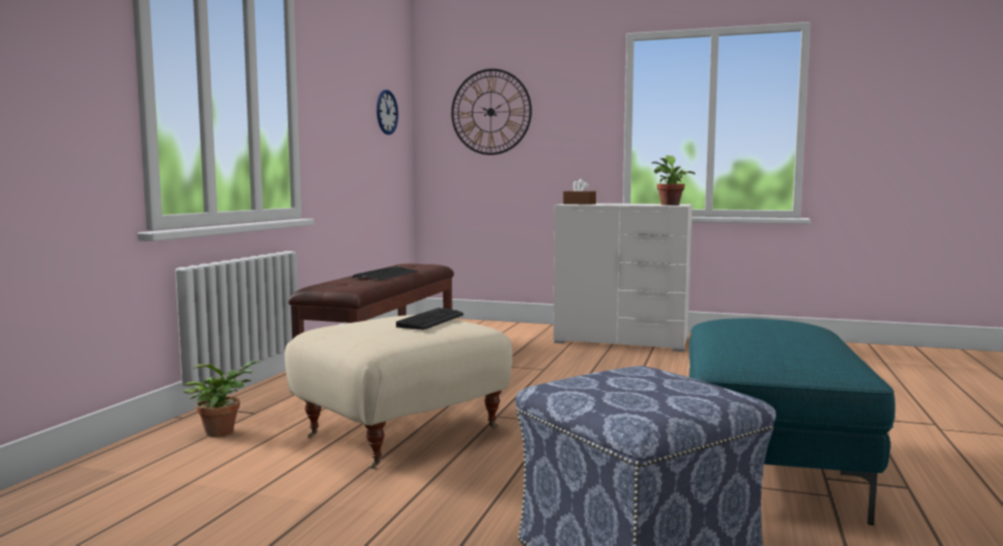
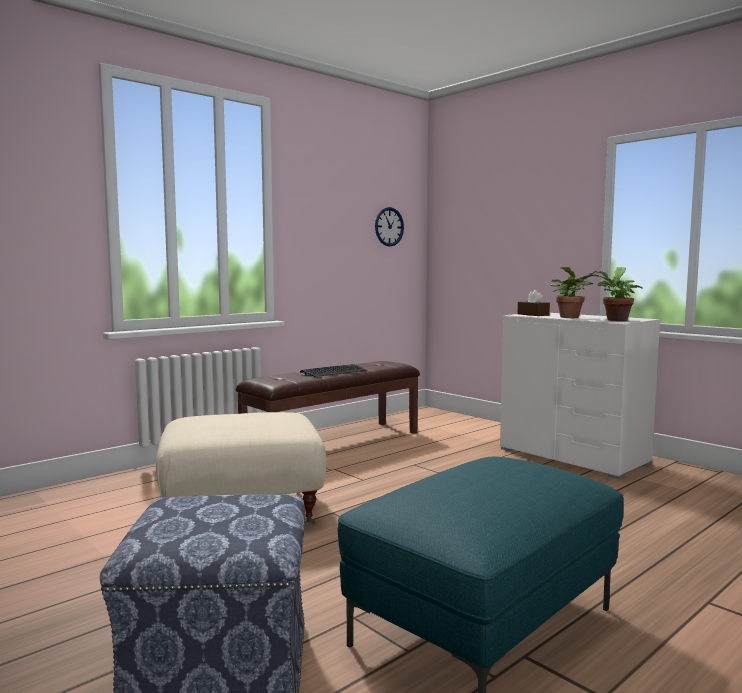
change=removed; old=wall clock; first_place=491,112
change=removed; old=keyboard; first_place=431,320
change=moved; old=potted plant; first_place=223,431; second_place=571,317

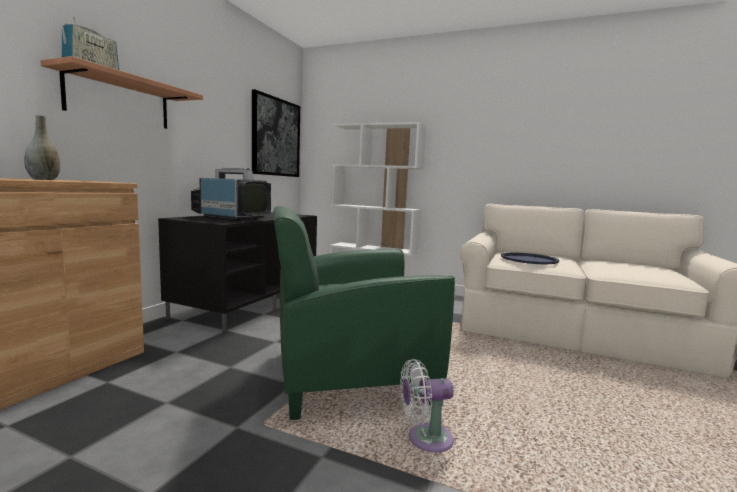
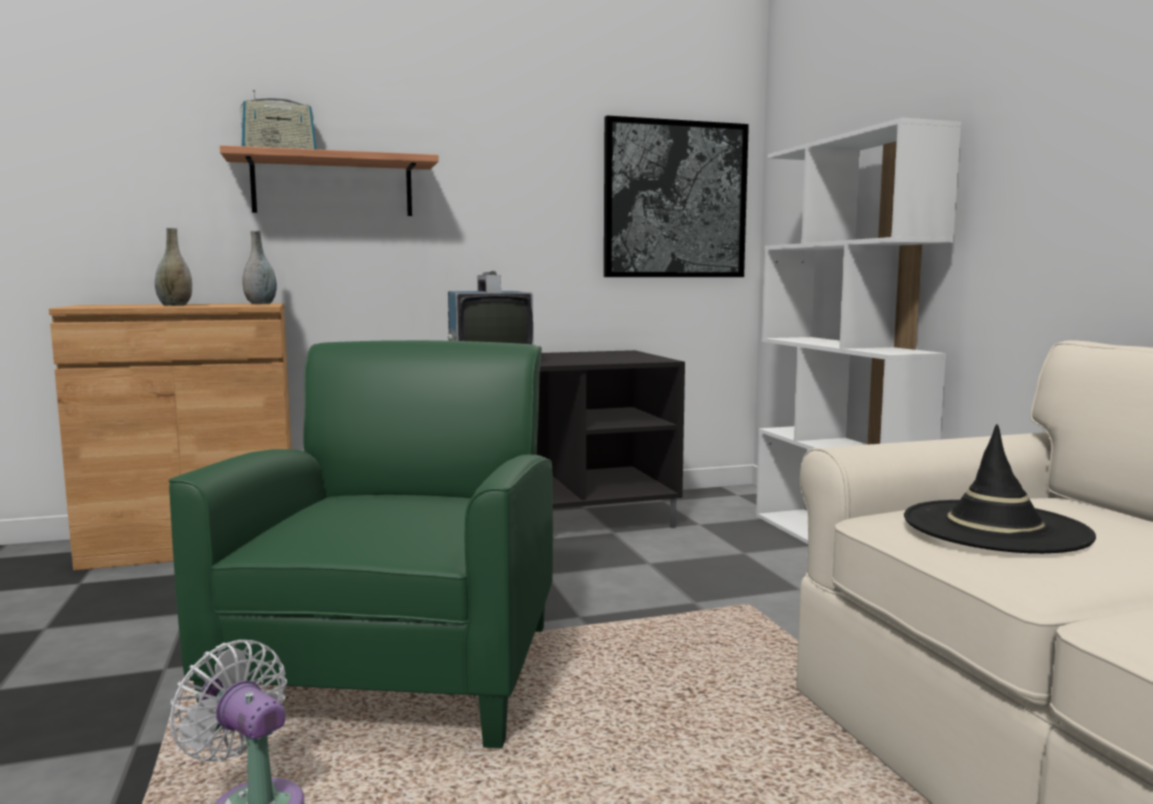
change=turned; old=green armchair; first_place=348,375; second_place=398,671; degrees=60
change=replaced; old=blue tray; new=black hat; first_place=529,259; second_place=995,527
change=added; new=grey vase; second_place=260,304

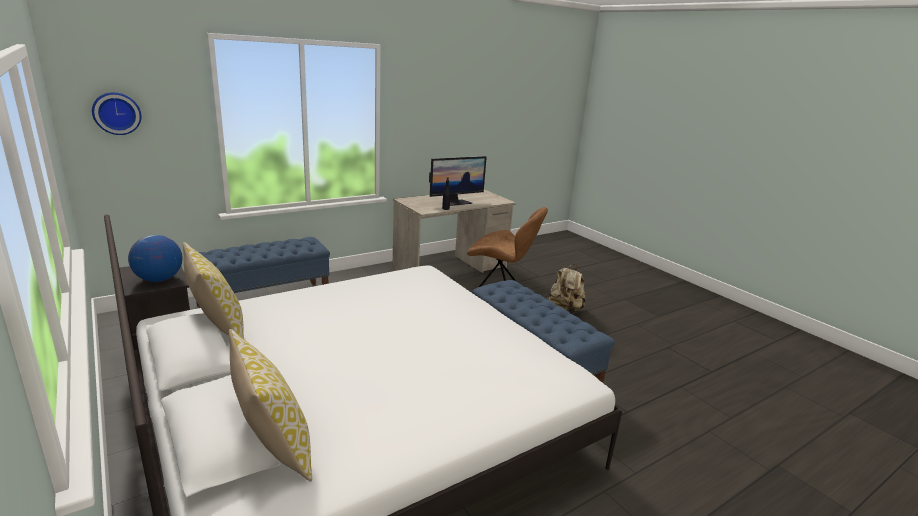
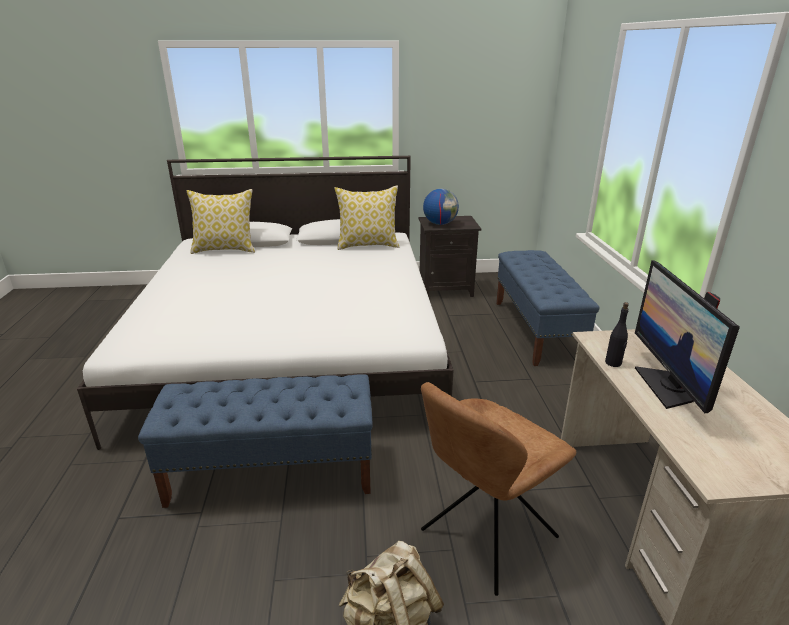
change=removed; old=wall clock; first_place=116,113

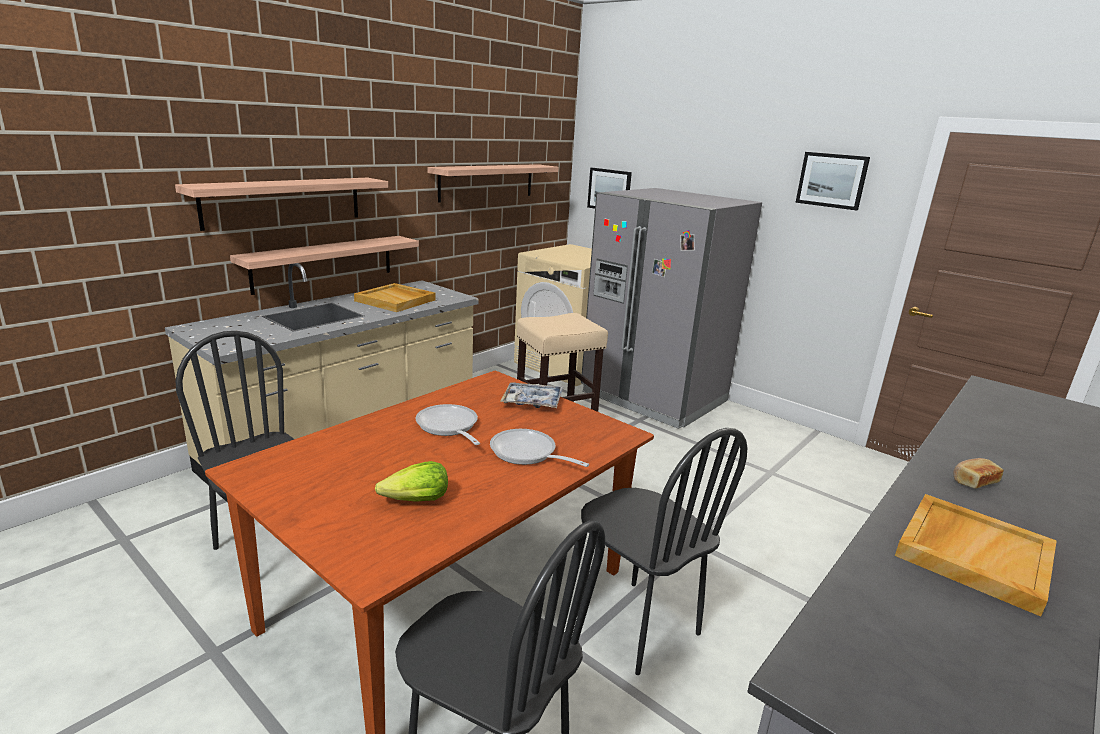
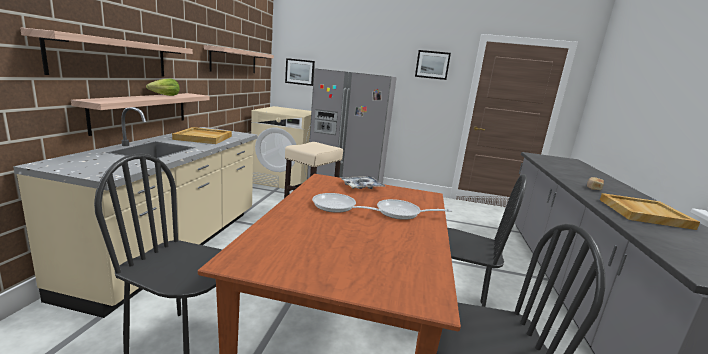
change=moved; old=lettuce; first_place=416,500; second_place=165,95

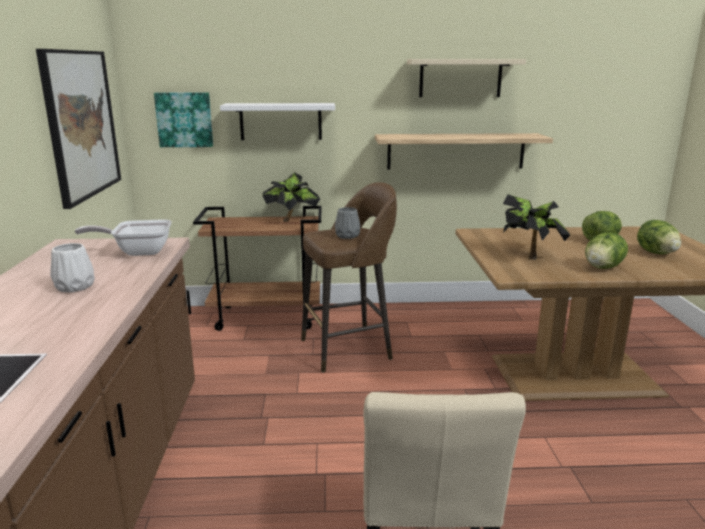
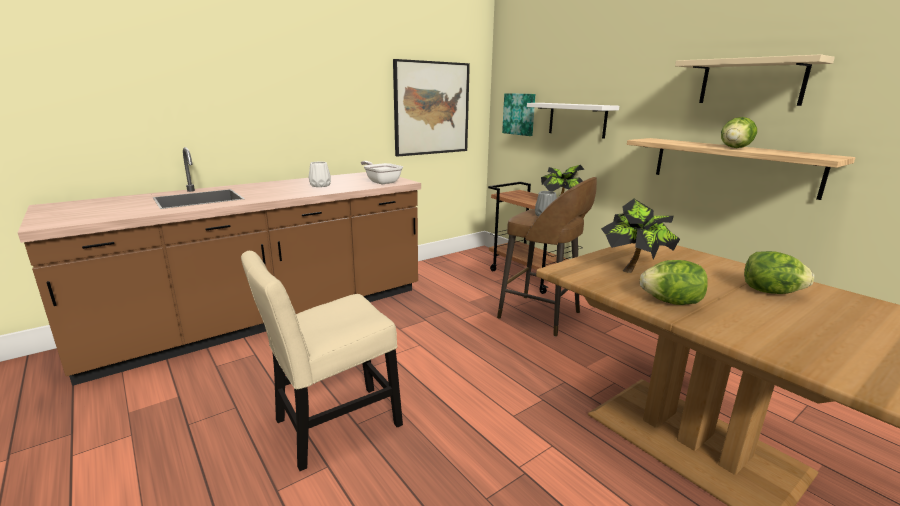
change=moved; old=lettuce; first_place=656,253; second_place=735,148

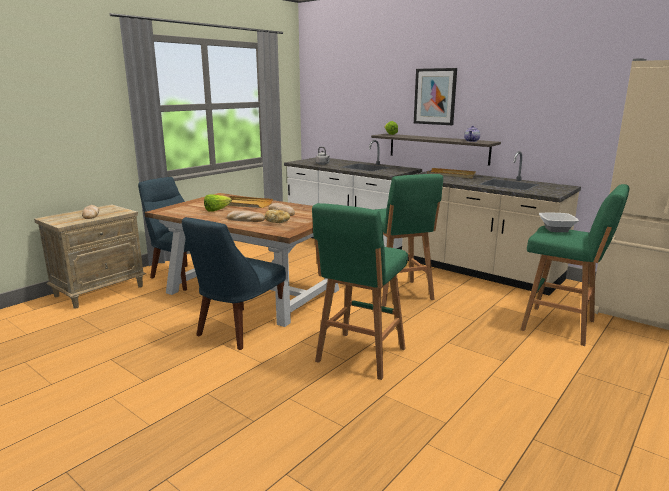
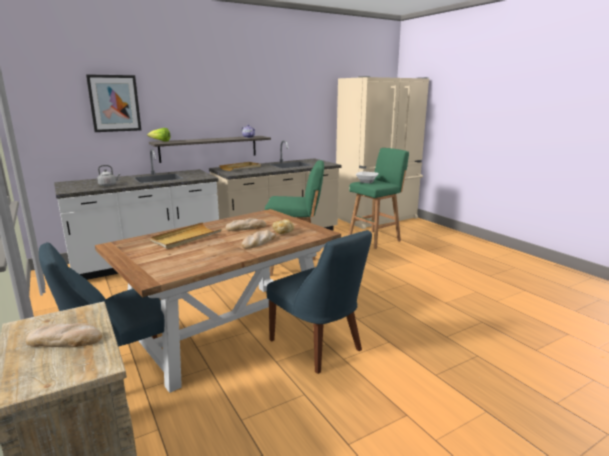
change=moved; old=picture; first_place=435,96; second_place=114,103
change=removed; old=lettuce; first_place=217,210
change=removed; old=green stool; first_place=359,356

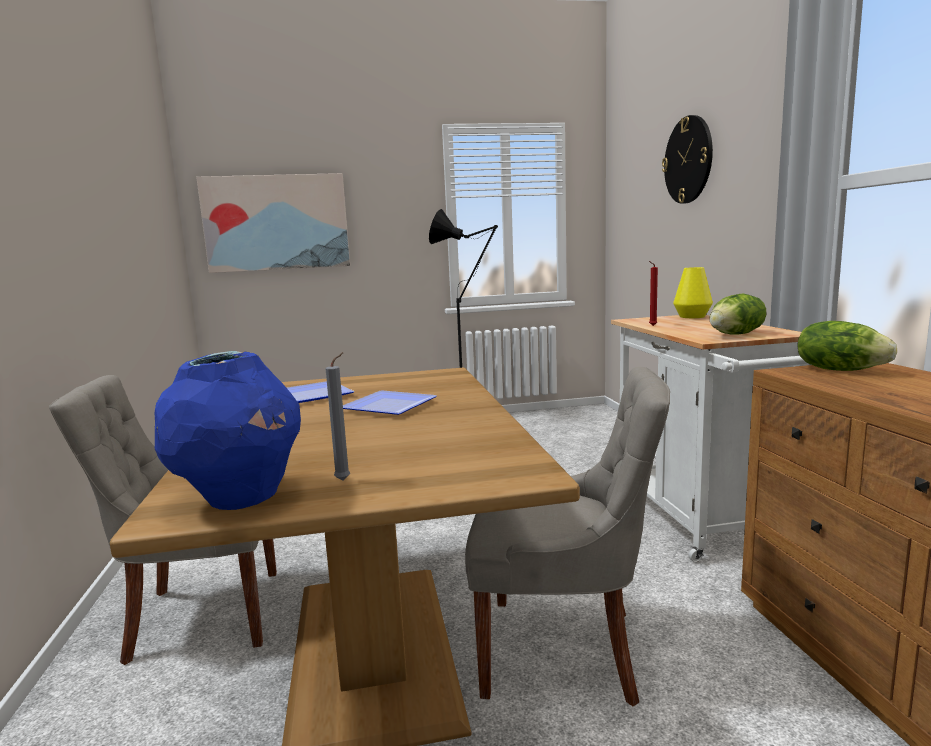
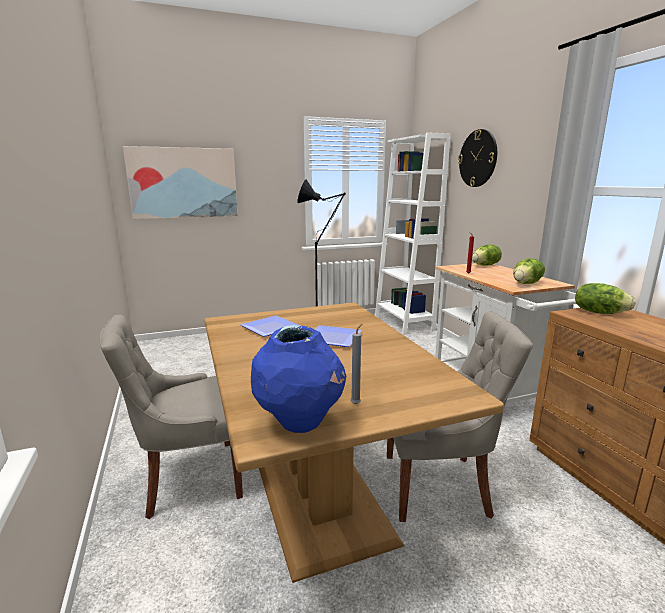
change=replaced; old=yellow vase; new=lettuce; first_place=692,317; second_place=485,265
change=added; new=white bookcase; second_place=403,323

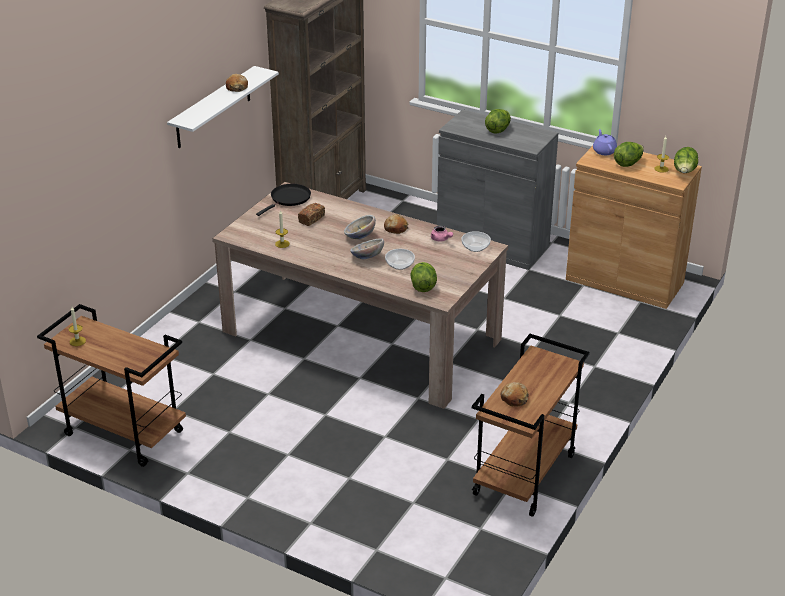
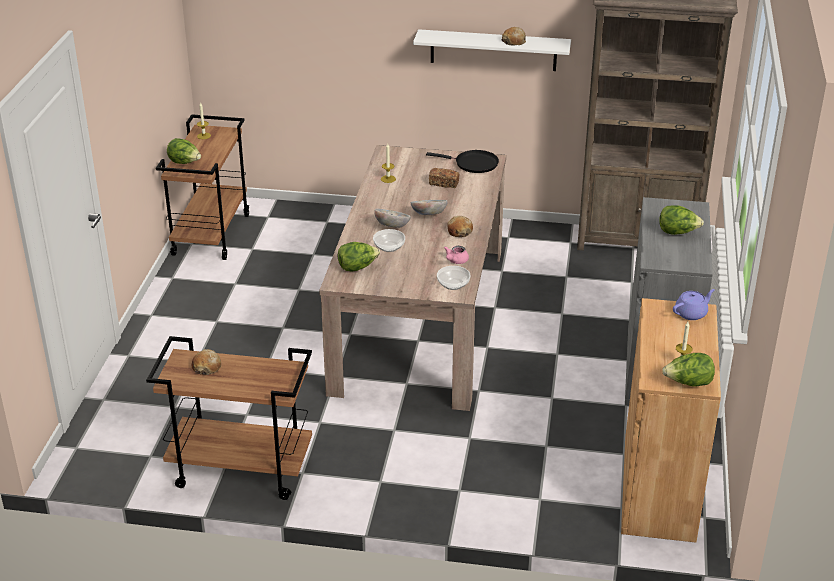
change=moved; old=lettuce; first_place=628,163; second_place=185,163

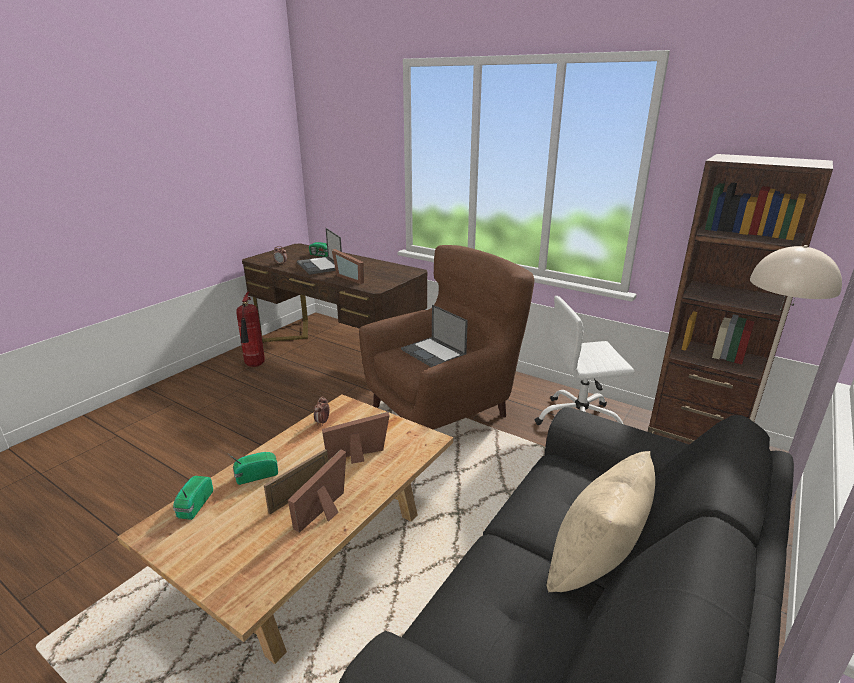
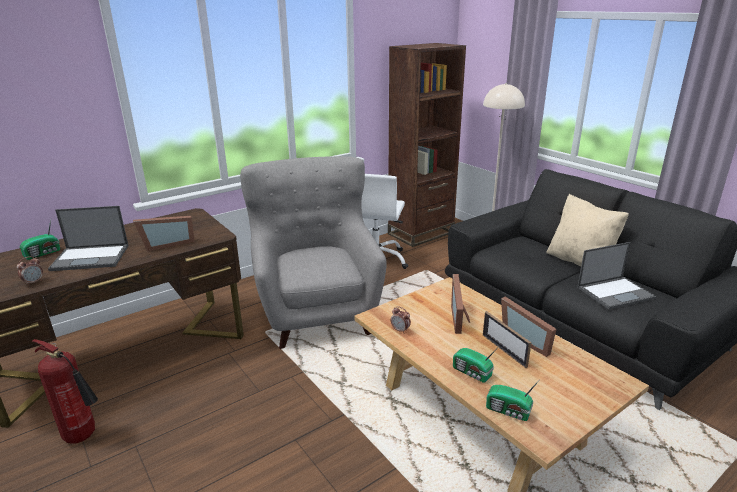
change=recoloured; old=brown armchair; new=grey armchair; first_place=443,409; second_place=317,311
change=moved; old=laptop; first_place=434,353; second_place=615,292
change=turned; old=radio; first_place=255,475; second_place=472,373; degrees=-45

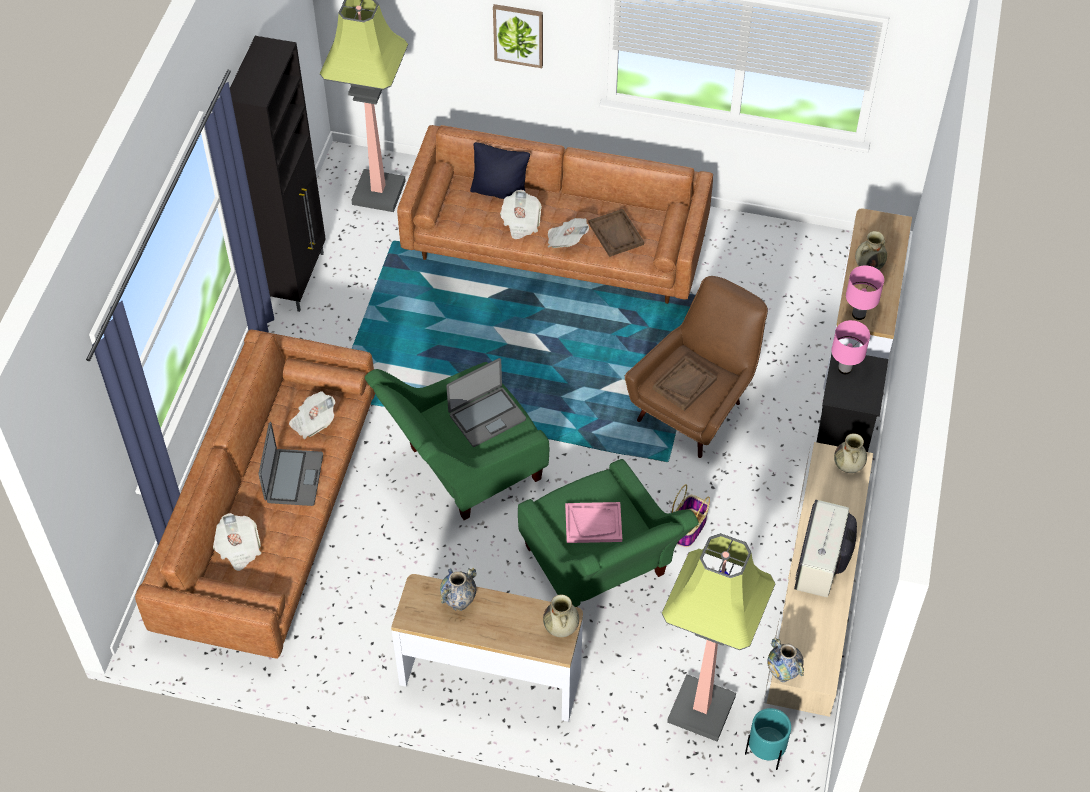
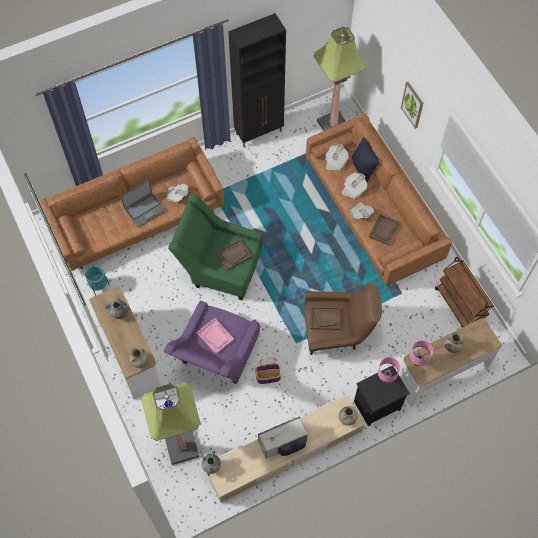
change=replaced; old=laptop; new=brown tray; first_place=486,416; second_place=233,255
change=recoloured; old=green armchair; new=purple armchair; first_place=601,573; second_place=216,359
change=moved; old=newspaper; first_place=238,549; second_place=335,162
change=moved; old=turquoise planter; first_place=765,753; second_place=99,287
change=added; new=brown cart; second_place=459,306

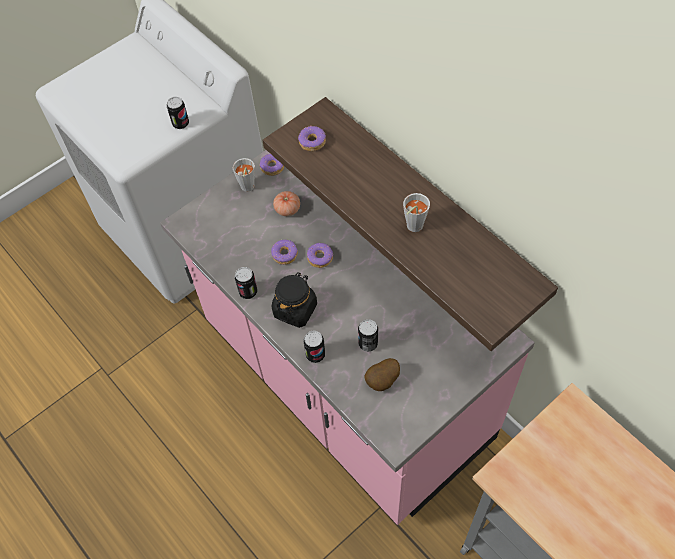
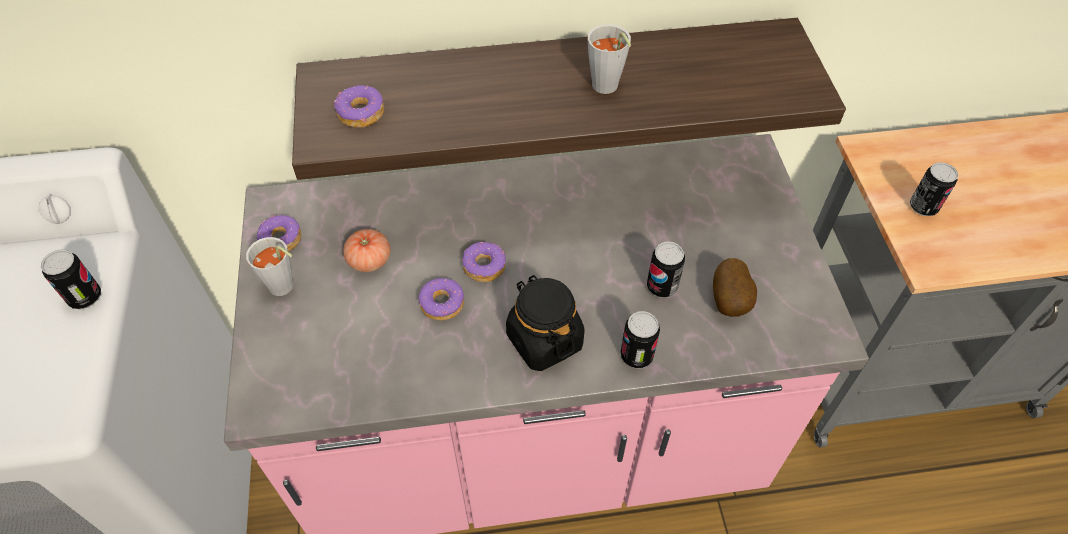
change=moved; old=can; first_place=248,292; second_place=923,207

